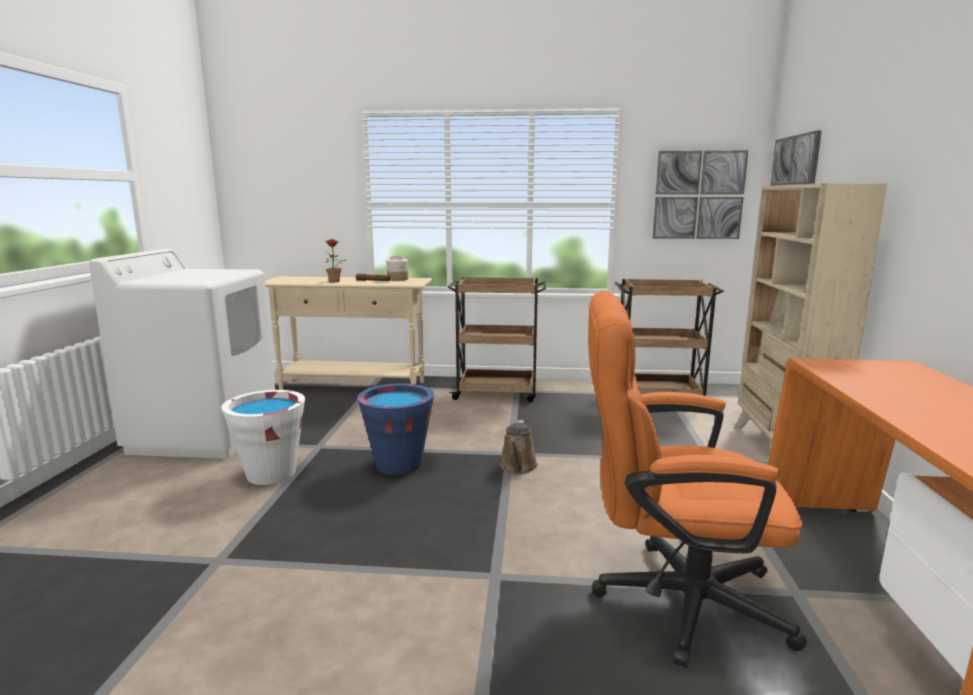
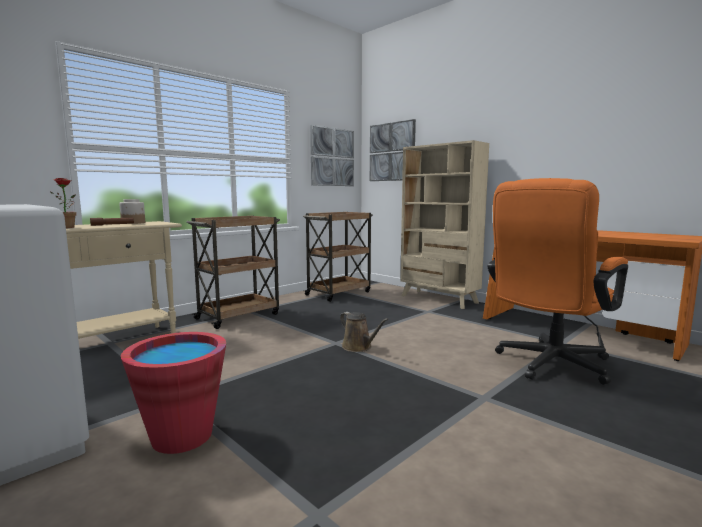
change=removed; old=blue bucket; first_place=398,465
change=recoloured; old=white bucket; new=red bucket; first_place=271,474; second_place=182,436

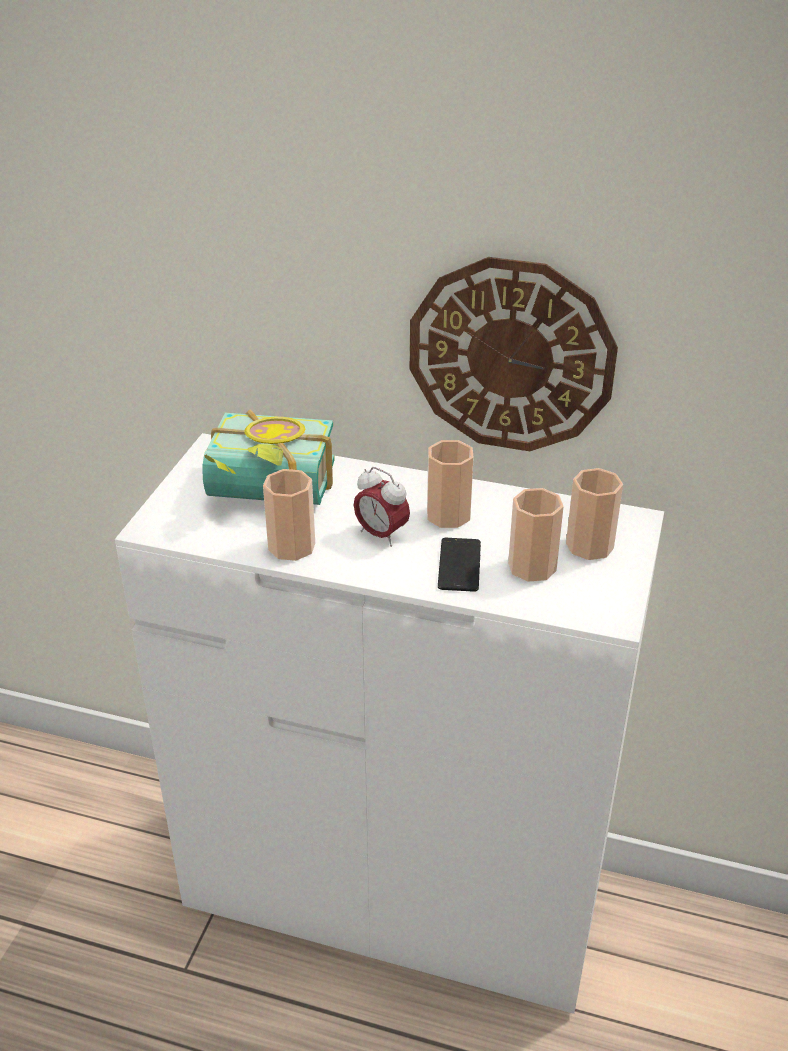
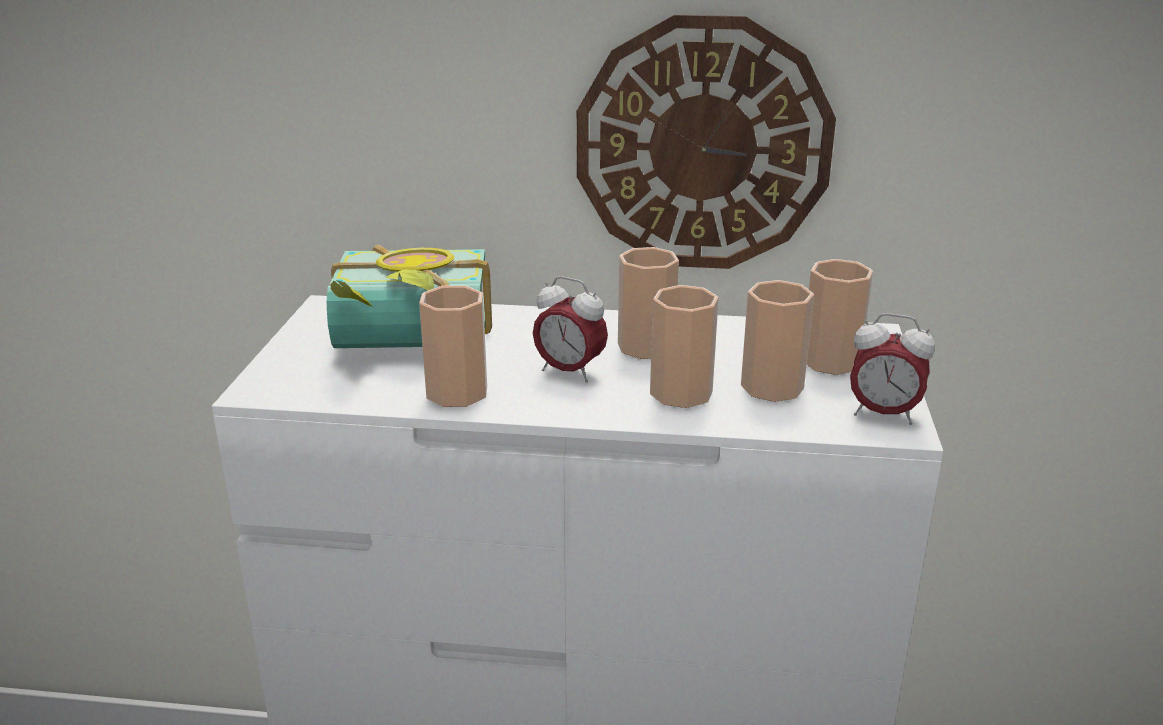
change=replaced; old=phone; new=cup; first_place=459,565; second_place=681,393
change=added; new=alarm clock; second_place=883,414

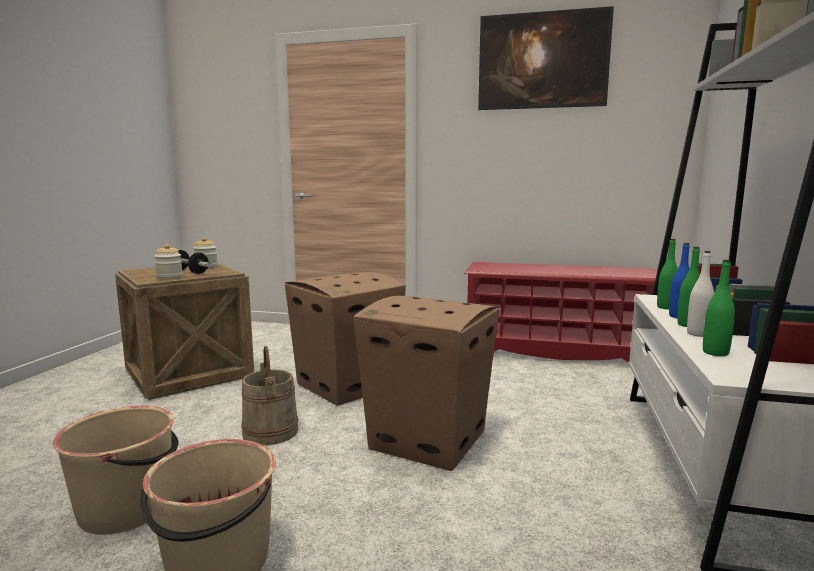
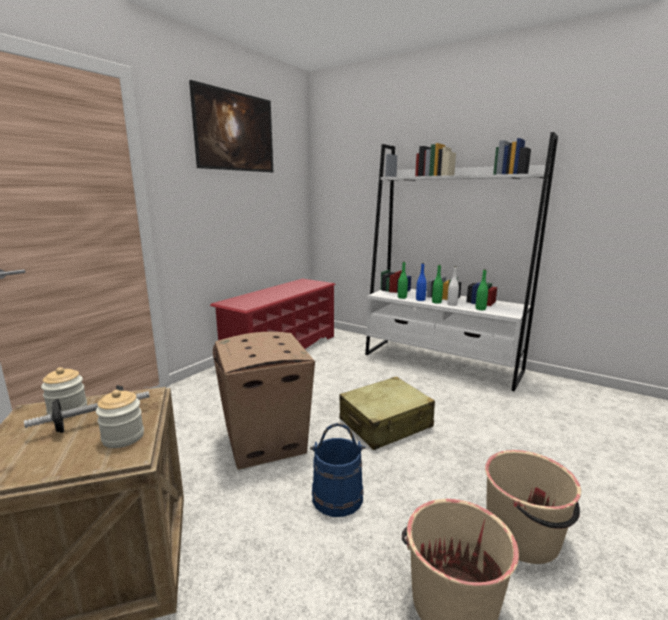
change=replaced; old=cardboard box; new=beige suitcase; first_place=429,439; second_place=385,424
change=recoloured; old=beige bucket; new=blue bucket; first_place=270,432; second_place=337,497

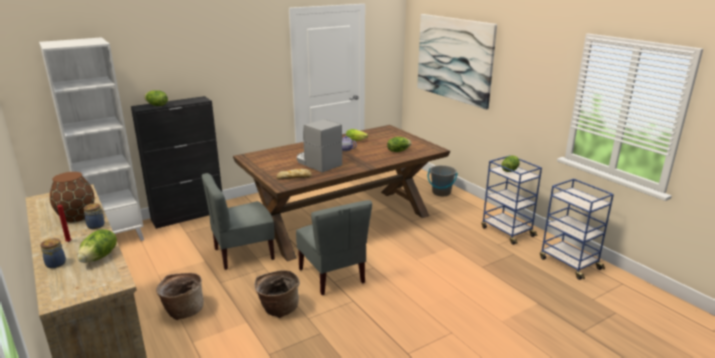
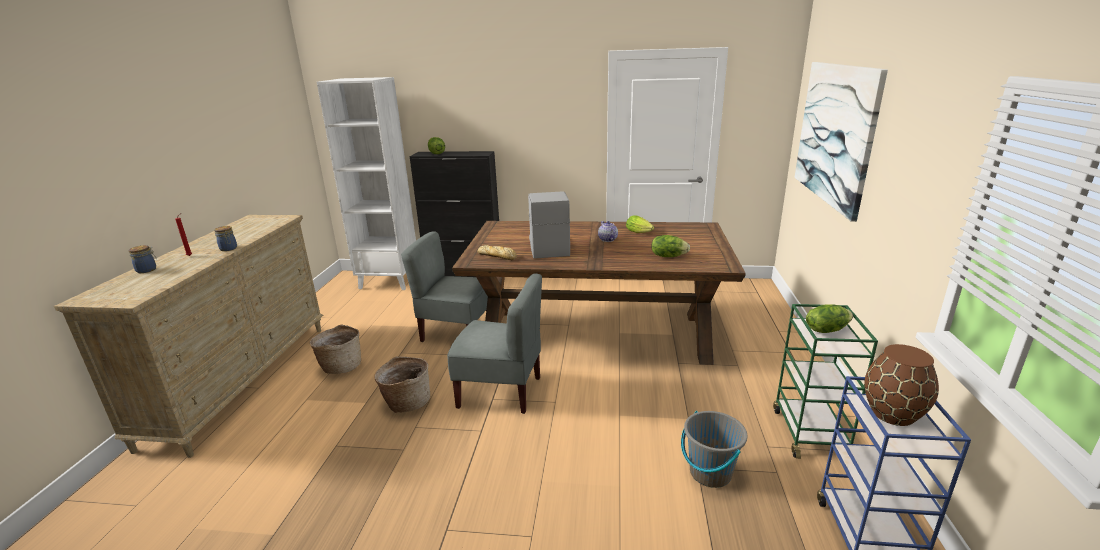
change=recoloured; old=blue cart; new=green cart; first_place=506,231; second_place=809,433
change=moved; old=grey bucket; first_place=441,192; second_place=710,473
change=moved; old=brown vase; first_place=76,217; second_place=891,414
change=turned; old=grey chair; first_place=333,276; second_place=501,391; degrees=-90
change=removed; old=lettuce; first_place=100,257

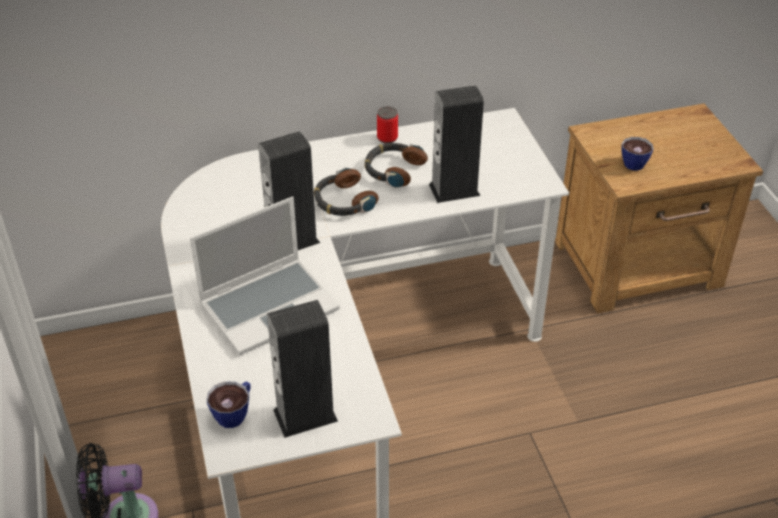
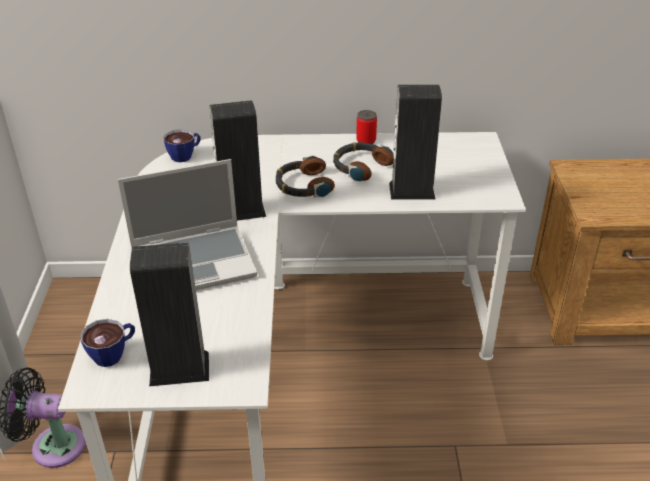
change=moved; old=cup; first_place=635,162; second_place=185,155

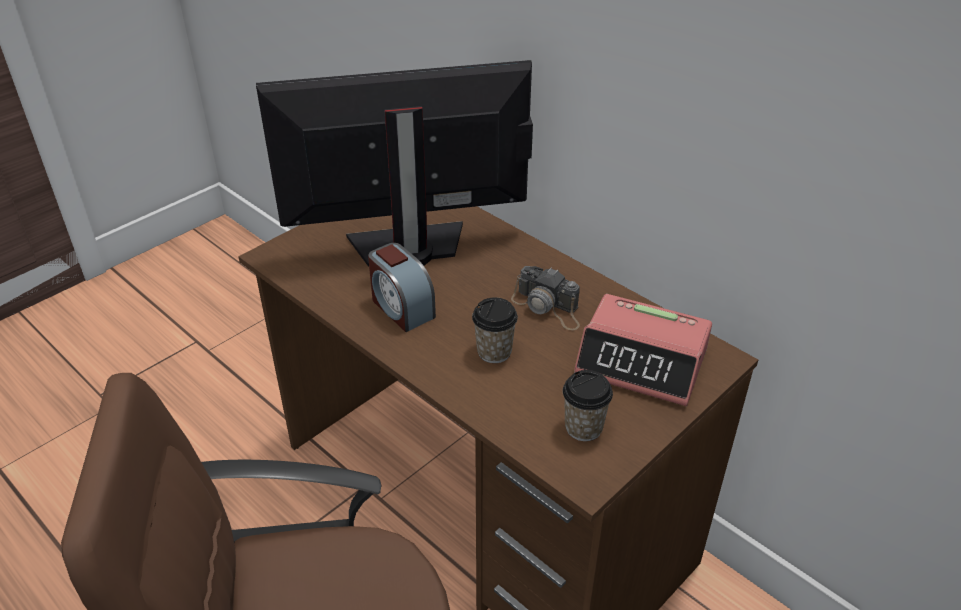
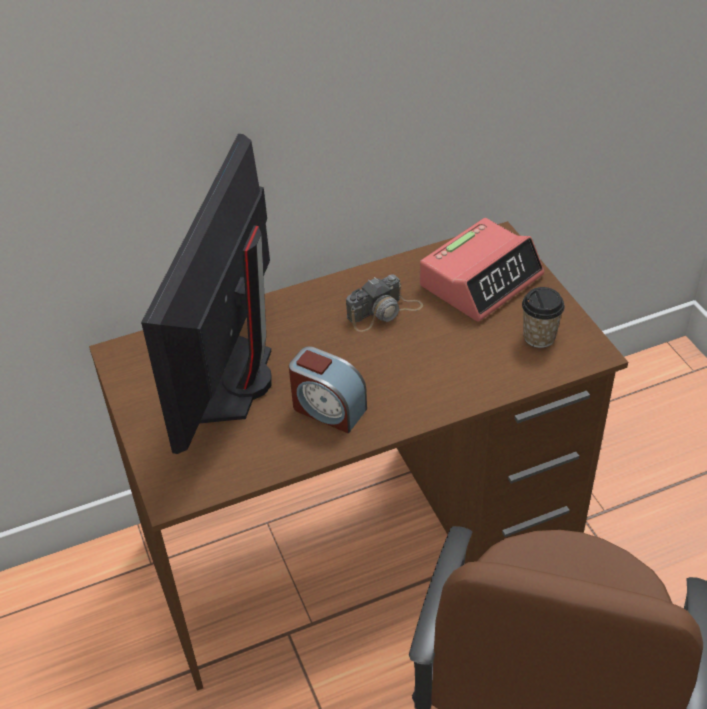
change=turned; old=alarm clock; first_place=401,308; second_place=328,409; degrees=45
change=removed; old=cup; first_place=494,352

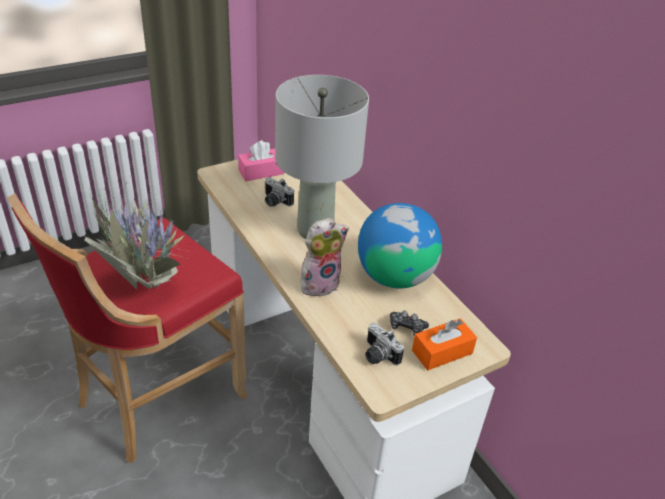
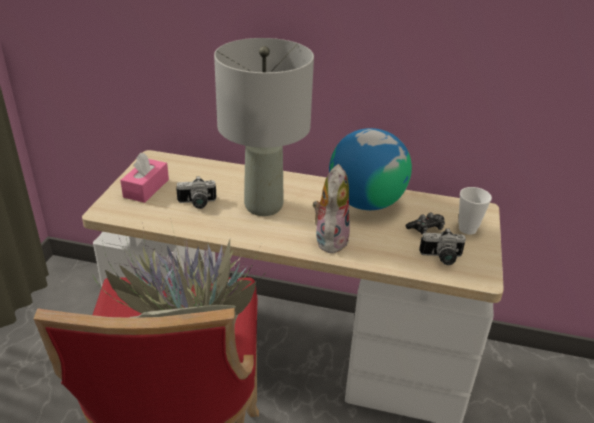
change=replaced; old=orange tissue box; new=cup; first_place=442,352; second_place=467,229

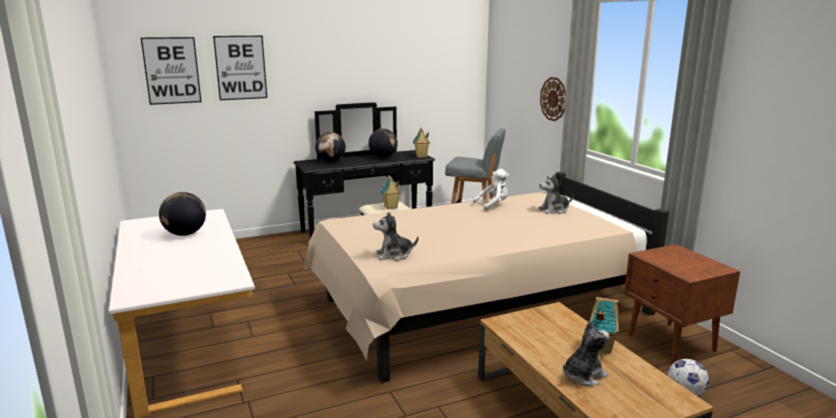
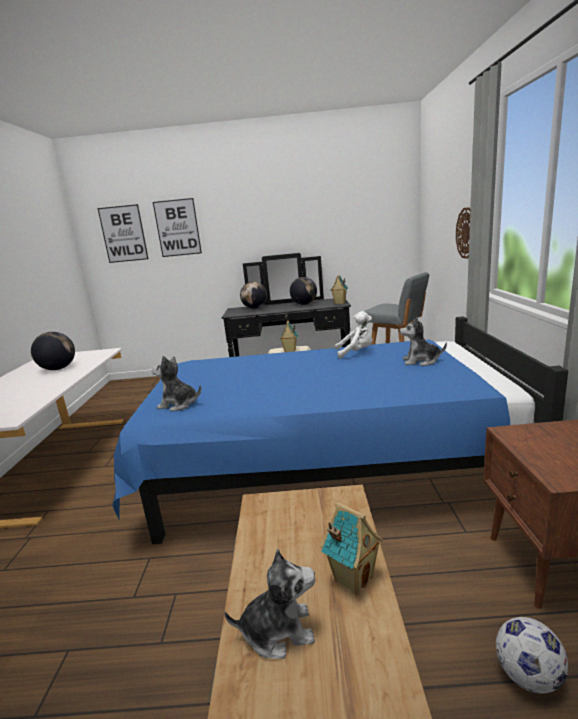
change=recoloured; old=beige bed; new=blue bed; first_place=475,308; second_place=322,467

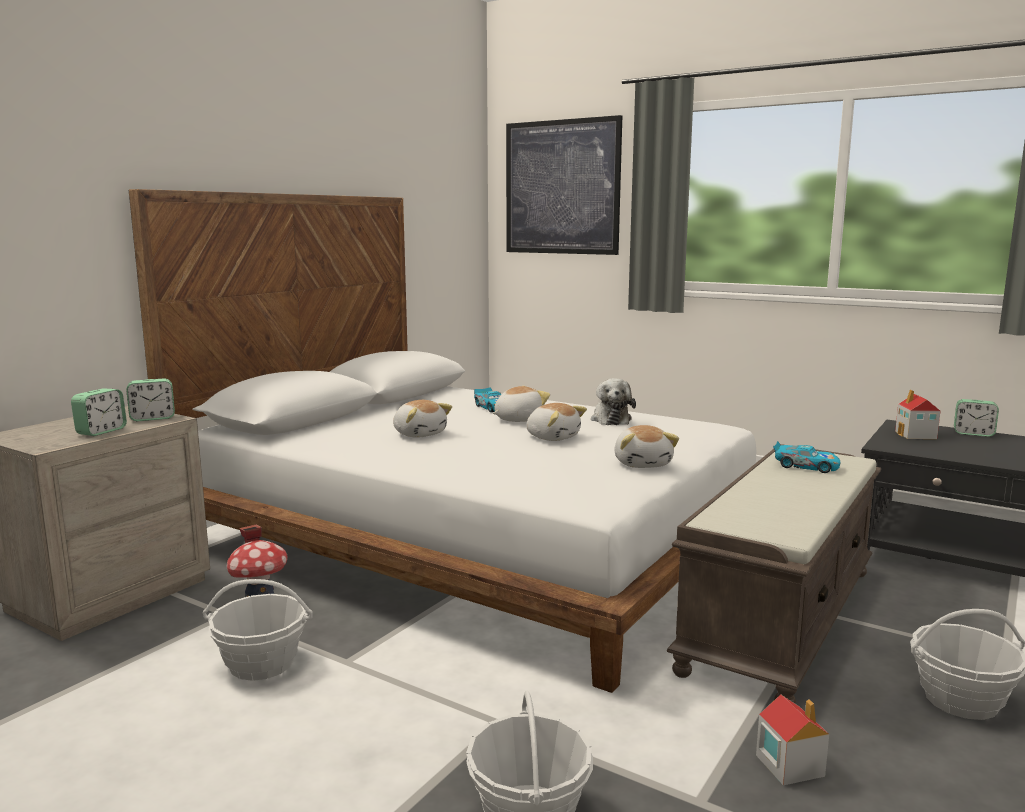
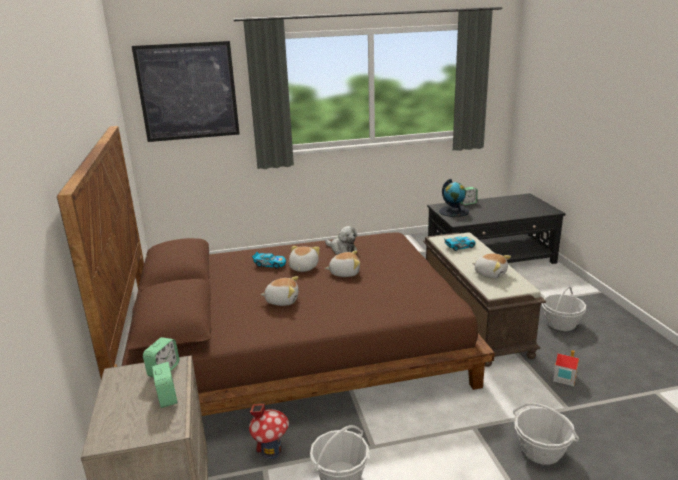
change=recoloured; old=white bed; new=brown bed; first_place=474,538; second_place=296,347
change=replaced; old=toy house; new=globe; first_place=916,435; second_place=454,211
change=moved; old=plush toy; first_place=643,464; second_place=490,274

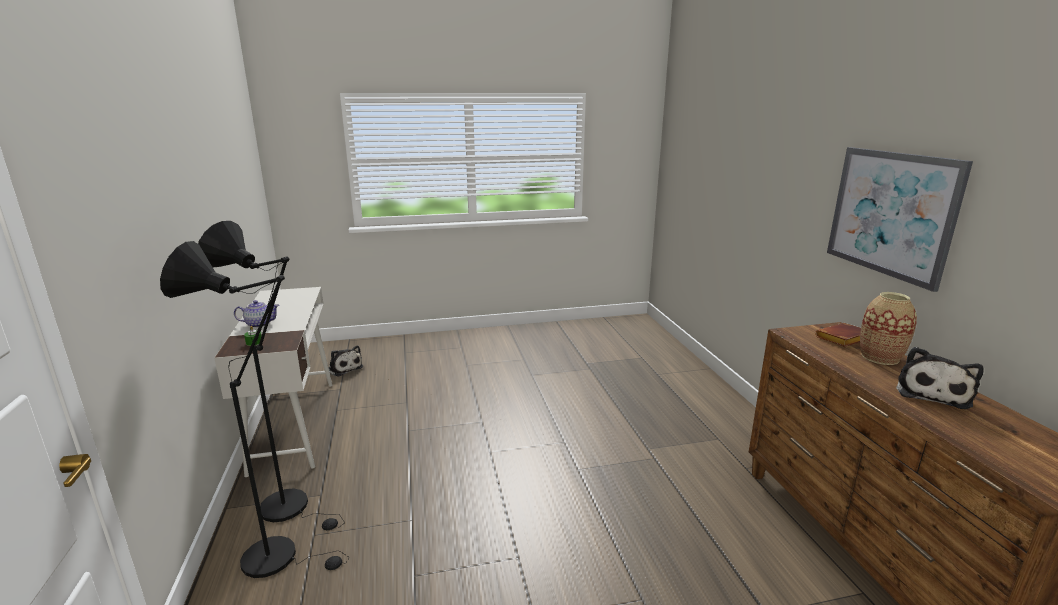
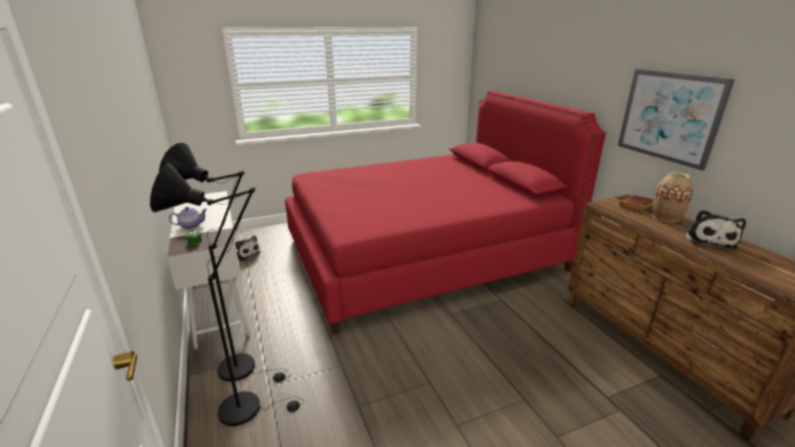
change=added; new=red bed; second_place=423,253

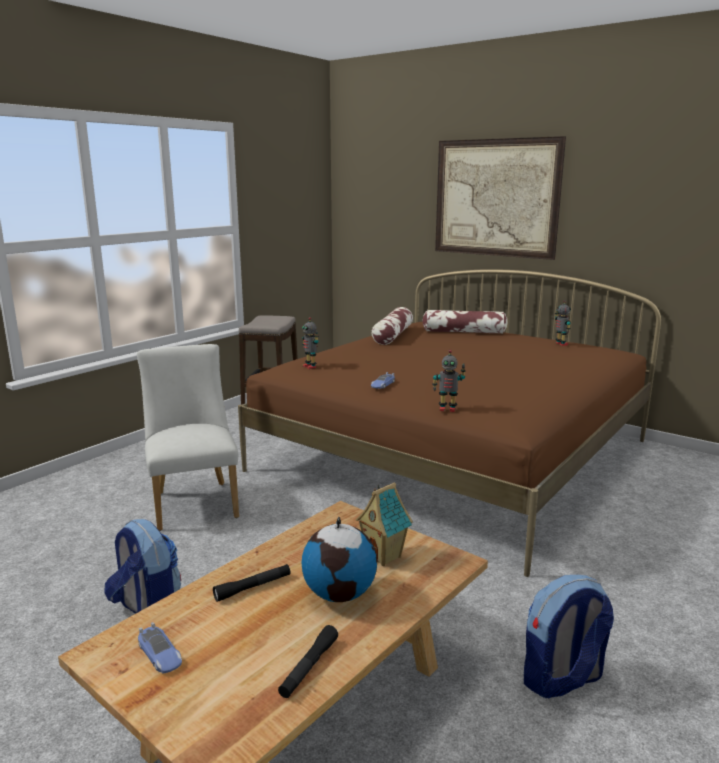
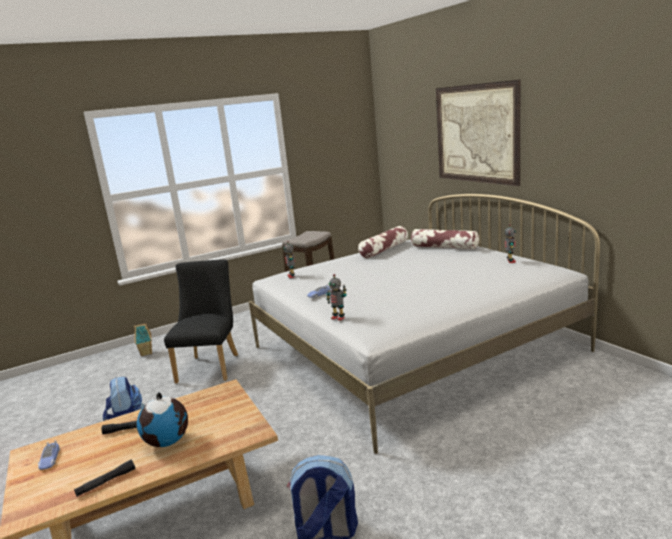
change=recoloured; old=brown bed; new=white bed; first_place=454,455; second_place=413,349
change=recoloured; old=white chair; new=black chair; first_place=194,501; second_place=210,366
change=moved; old=toy house; first_place=384,556; second_place=147,353

